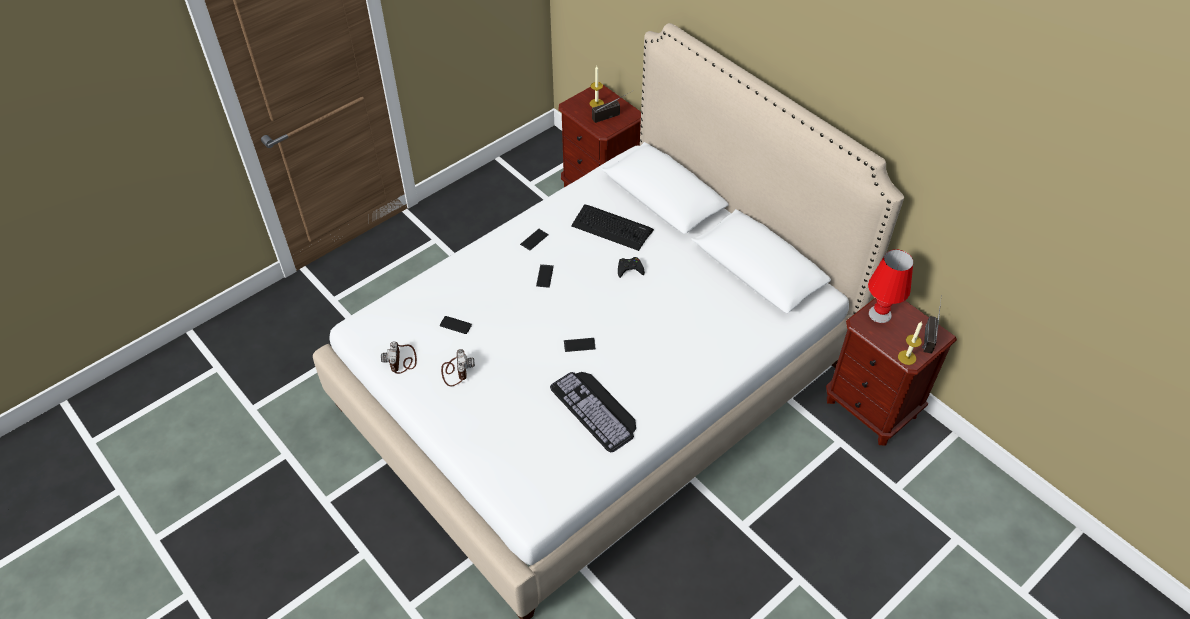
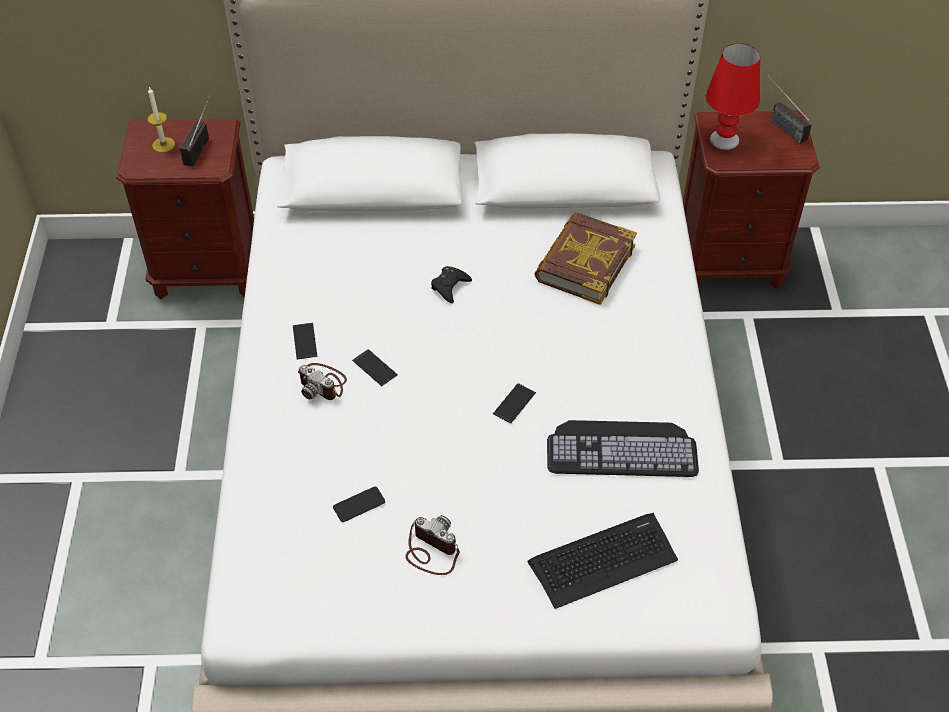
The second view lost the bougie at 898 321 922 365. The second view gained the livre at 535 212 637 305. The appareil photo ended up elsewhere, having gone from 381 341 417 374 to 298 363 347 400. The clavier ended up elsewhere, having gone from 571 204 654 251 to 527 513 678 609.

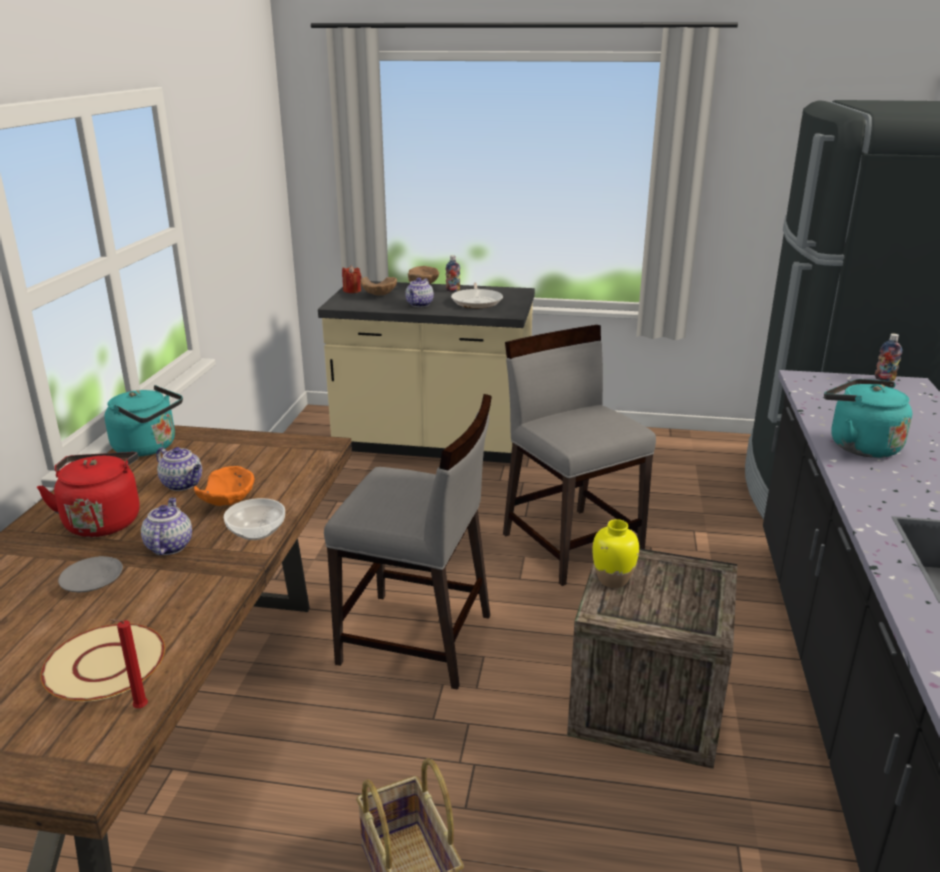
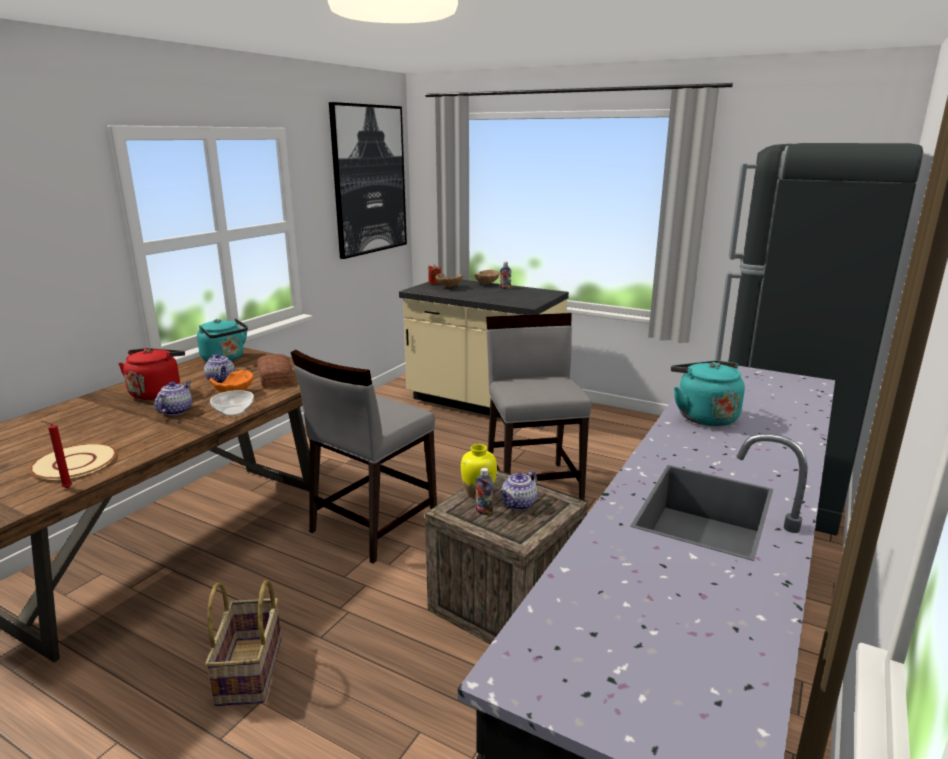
The second view lost the assiette (gris) at 58 556 123 592. The second view lost the poêle at 451 282 503 308. The second view gained the pain at 257 354 293 387. The second view gained the tableau at 329 102 407 259. The théière ended up elsewhere, having gone from 405 277 434 307 to 501 471 537 510. The bouteille ended up elsewhere, having gone from 875 333 902 381 to 476 468 493 515. The chaise (gris) at 324 394 492 690 ended up facing another way, 90 degrees clockwise from before.

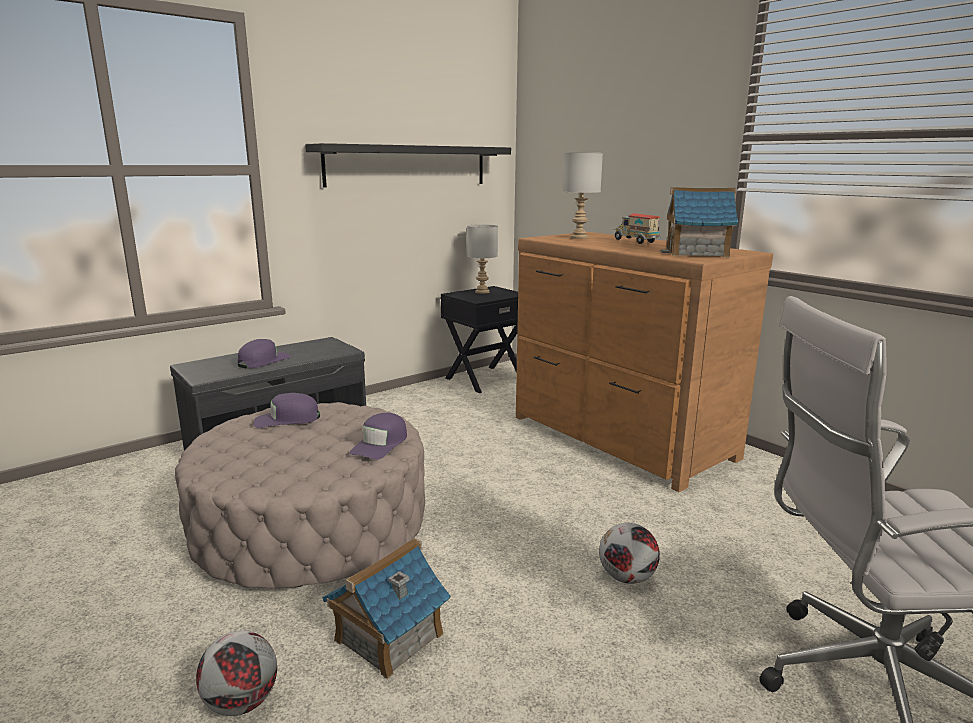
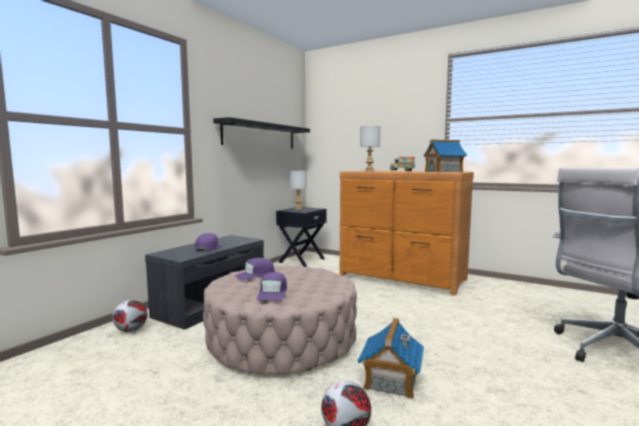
The casquette (violet) ended up elsewhere, having gone from 349 413 407 460 to 257 272 287 301. The ballon de foot ended up elsewhere, having gone from 599 523 660 584 to 113 300 147 332.

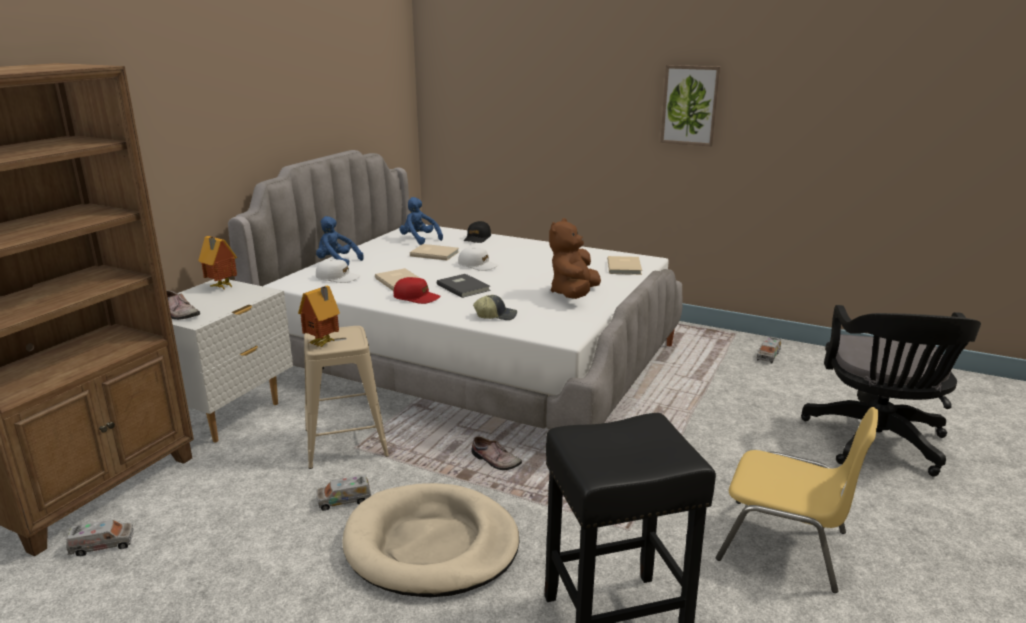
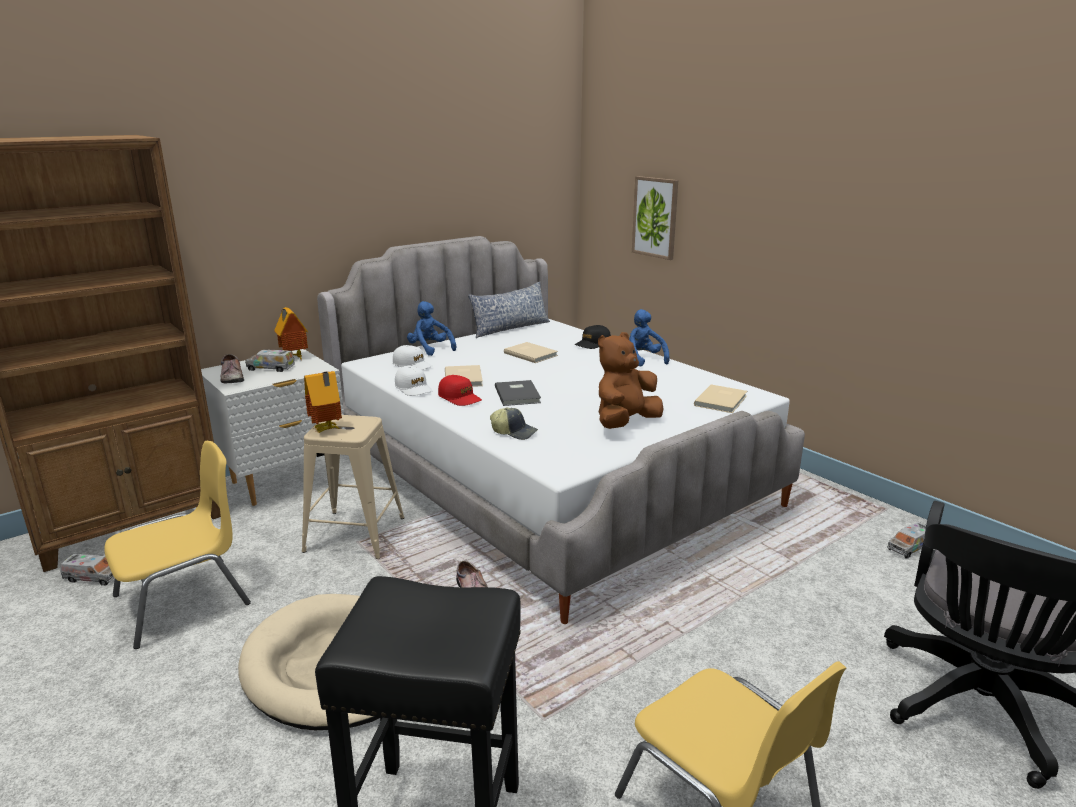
The second view gained the chaise (jaune) at 104 441 251 649. The second view gained the coussin at 468 282 550 338. The camion jouet ended up elsewhere, having gone from 317 475 371 511 to 245 350 295 372. The peluche (bleu) ended up elsewhere, having gone from 399 197 443 245 to 629 309 670 367. The casquette (blanc) ended up elsewhere, having gone from 458 247 499 271 to 395 366 432 396. The tableau ended up elsewhere, having gone from 660 65 721 147 to 632 176 678 260.

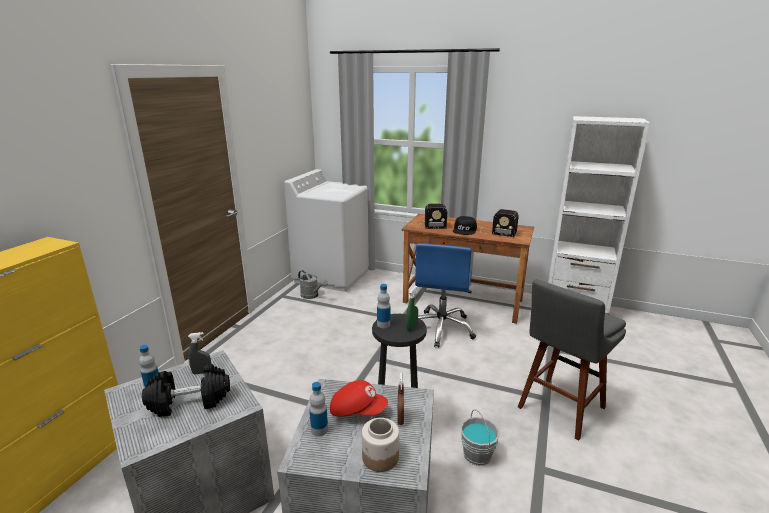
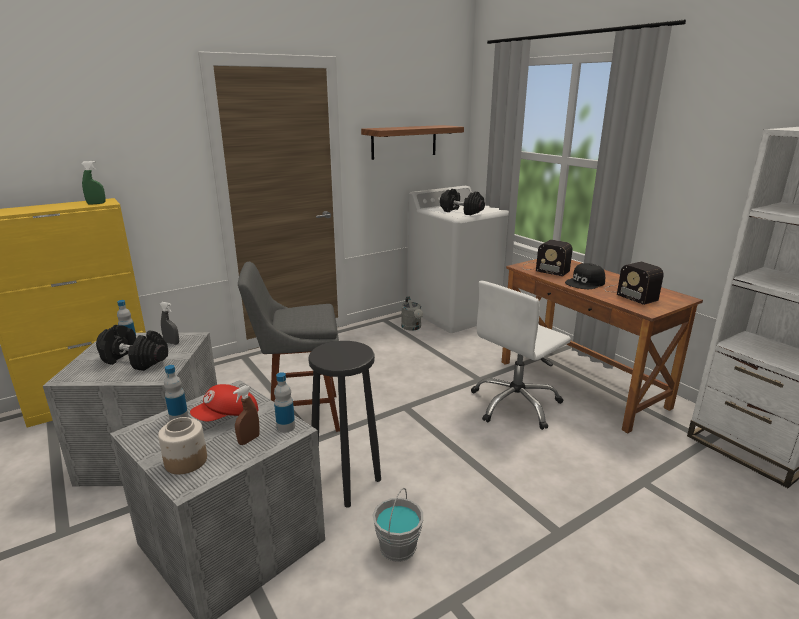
The second view gained the étagère at 361 125 464 160. The second view gained the haltère (noir) at 440 189 485 215. The bouteille ended up elsewhere, having gone from 377 284 390 328 to 274 372 295 433. The vaporisateur (vert) ended up elsewhere, having gone from 406 286 418 331 to 81 161 106 205. The tabouret (gris) ended up elsewhere, having gone from 518 280 626 441 to 238 262 340 432. What was the chaise de bureau (bleu) at 415 243 476 348 turned into the chaise de bureau (blanc) at 471 281 571 430. The casquette (rouge) at 330 380 388 416 ended up facing another way, 90 degrees clockwise from before.

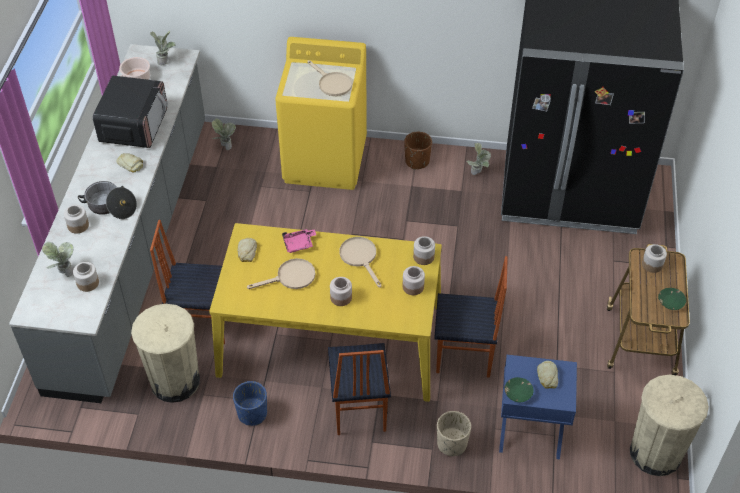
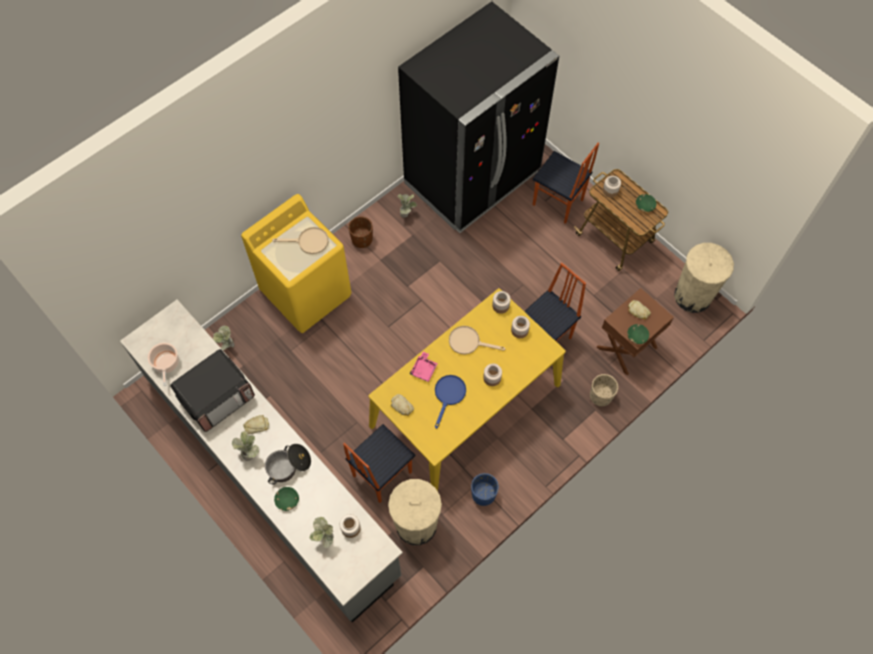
The plante en pot ended up elsewhere, having gone from 150 31 176 65 to 232 431 259 461. The chaise ended up elsewhere, having gone from 328 343 391 435 to 533 143 599 224. Where the bocal stood at 64 205 89 234, the bol (vert) came to stand at 274 487 299 511. What was the poêle (beige) at 247 258 315 289 turned into the poêle (bleu) at 435 375 466 429. What was the table de chevet (bleu) at 499 355 577 460 turned into the table de chevet (marron) at 597 288 674 375. The micro-ondes at 93 76 168 148 ended up facing another way, 90 degrees clockwise from before.

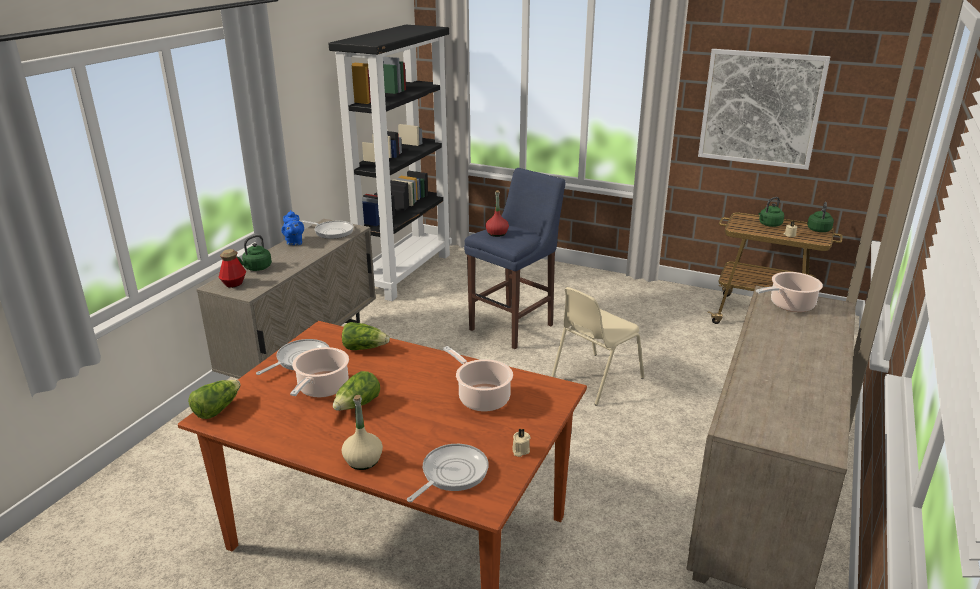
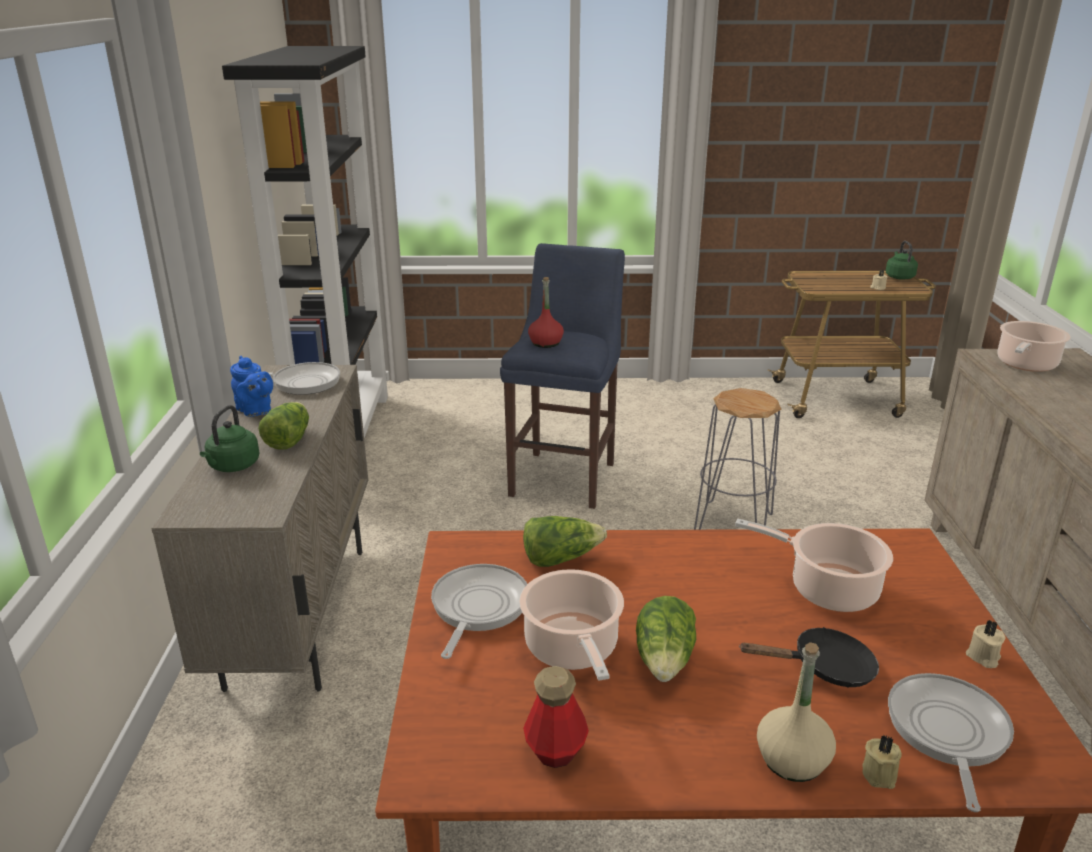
The second view lost the tableau at 698 49 830 170. The second view lost the bouilloire (vert) at 759 197 784 227. The second view gained the poêle (noir) at 739 627 879 688. The second view gained the bougie (beige) at 862 734 902 789. The laitue ended up elsewhere, having gone from 188 380 241 419 to 258 402 309 449. The bouteille ended up elsewhere, having gone from 218 249 246 288 to 523 666 589 768. Where the chaise (beige) stood at 551 287 644 406, the tabouret (gris) came to stand at 694 388 781 530.

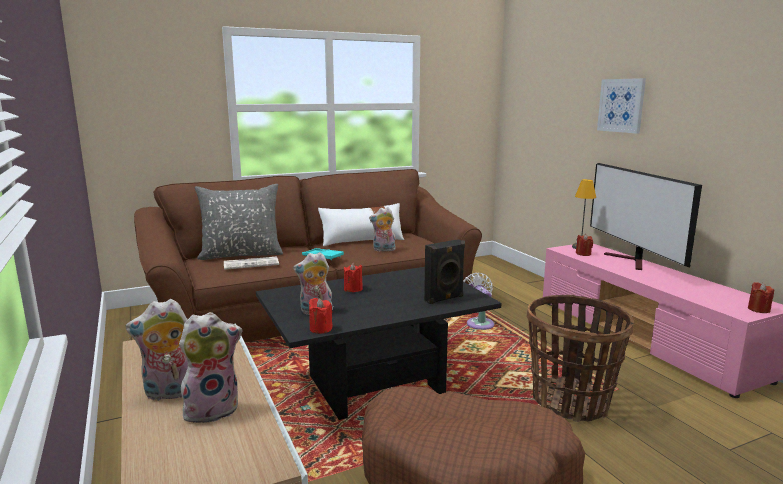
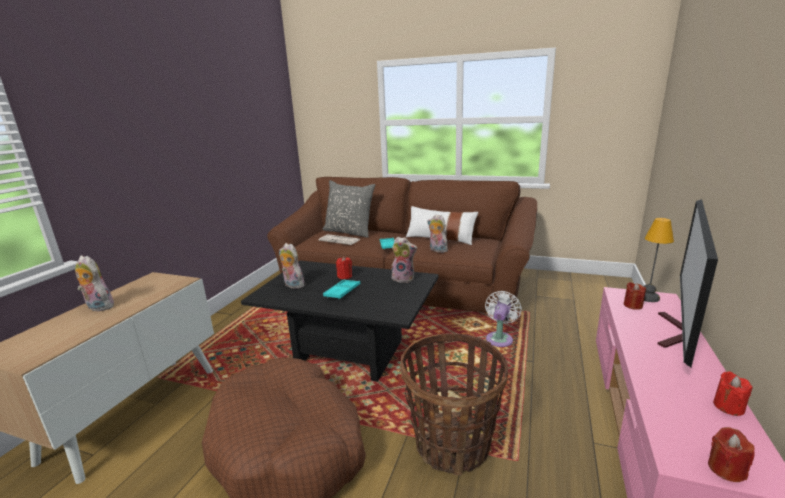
The second view lost the enceinte (noir) at 424 239 465 304. The second view lost the tableau at 597 78 646 134. The second view gained the plateau (turquoise) at 323 279 360 299. The peluche ended up elsewhere, having gone from 179 312 242 423 to 392 237 417 283. The bougie (rouge) ended up elsewhere, having gone from 309 298 333 334 to 713 371 752 416.

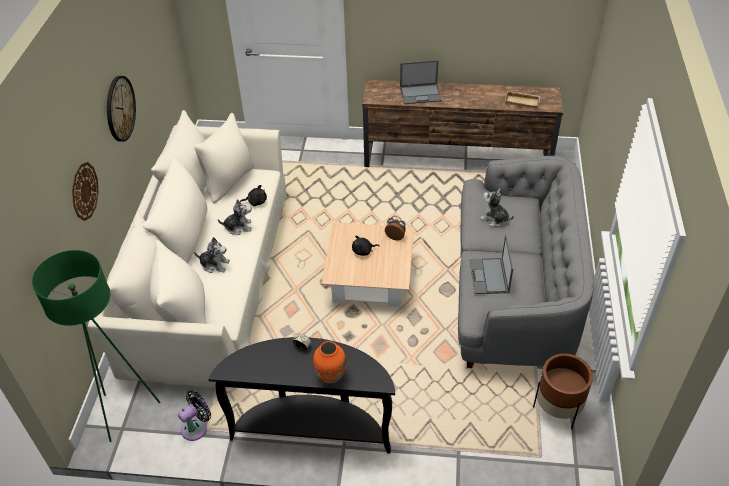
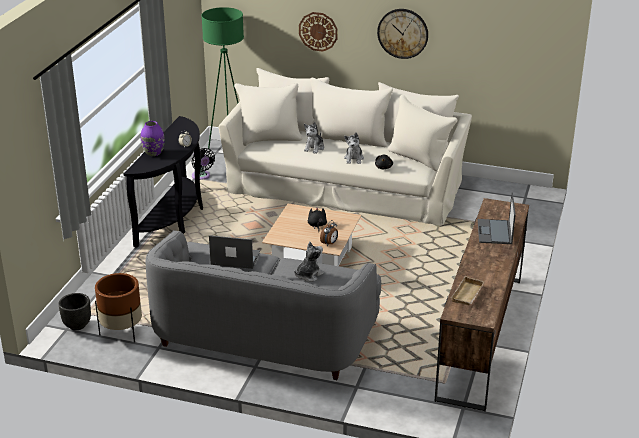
The second view gained the cache-pot (noir) at 59 293 91 330. What was the vase (orange) at 313 341 347 383 turned into the vase (violet) at 141 121 165 156.

